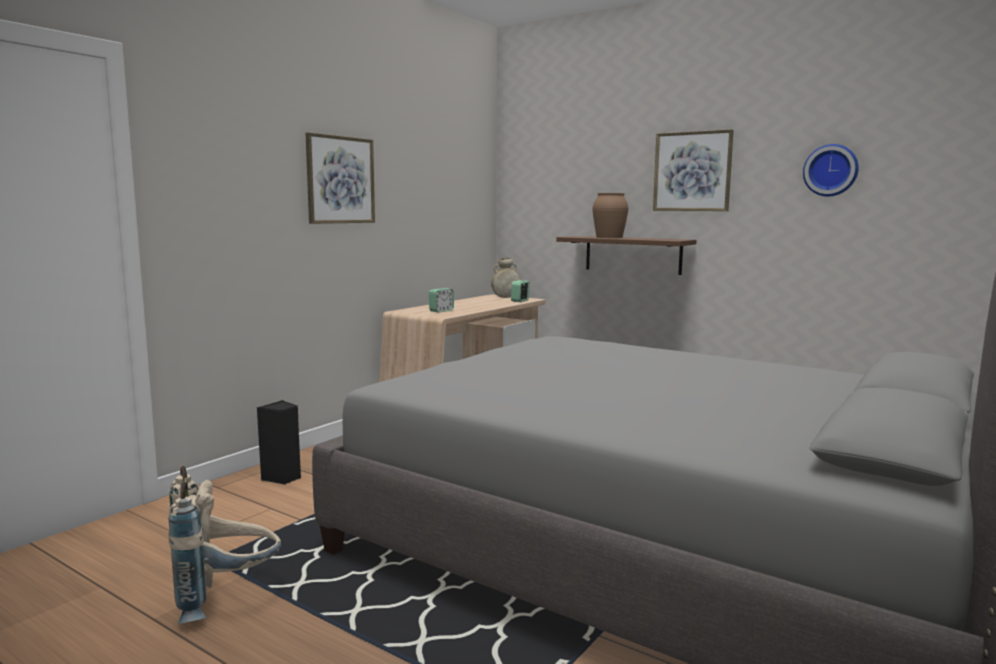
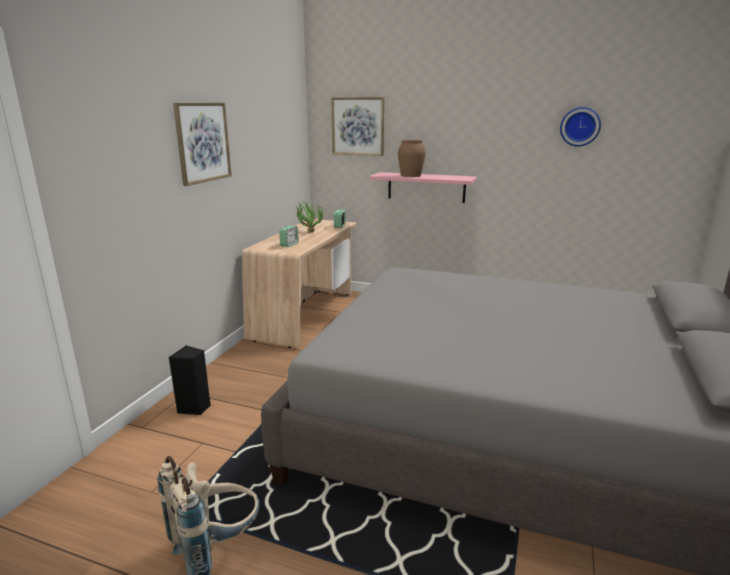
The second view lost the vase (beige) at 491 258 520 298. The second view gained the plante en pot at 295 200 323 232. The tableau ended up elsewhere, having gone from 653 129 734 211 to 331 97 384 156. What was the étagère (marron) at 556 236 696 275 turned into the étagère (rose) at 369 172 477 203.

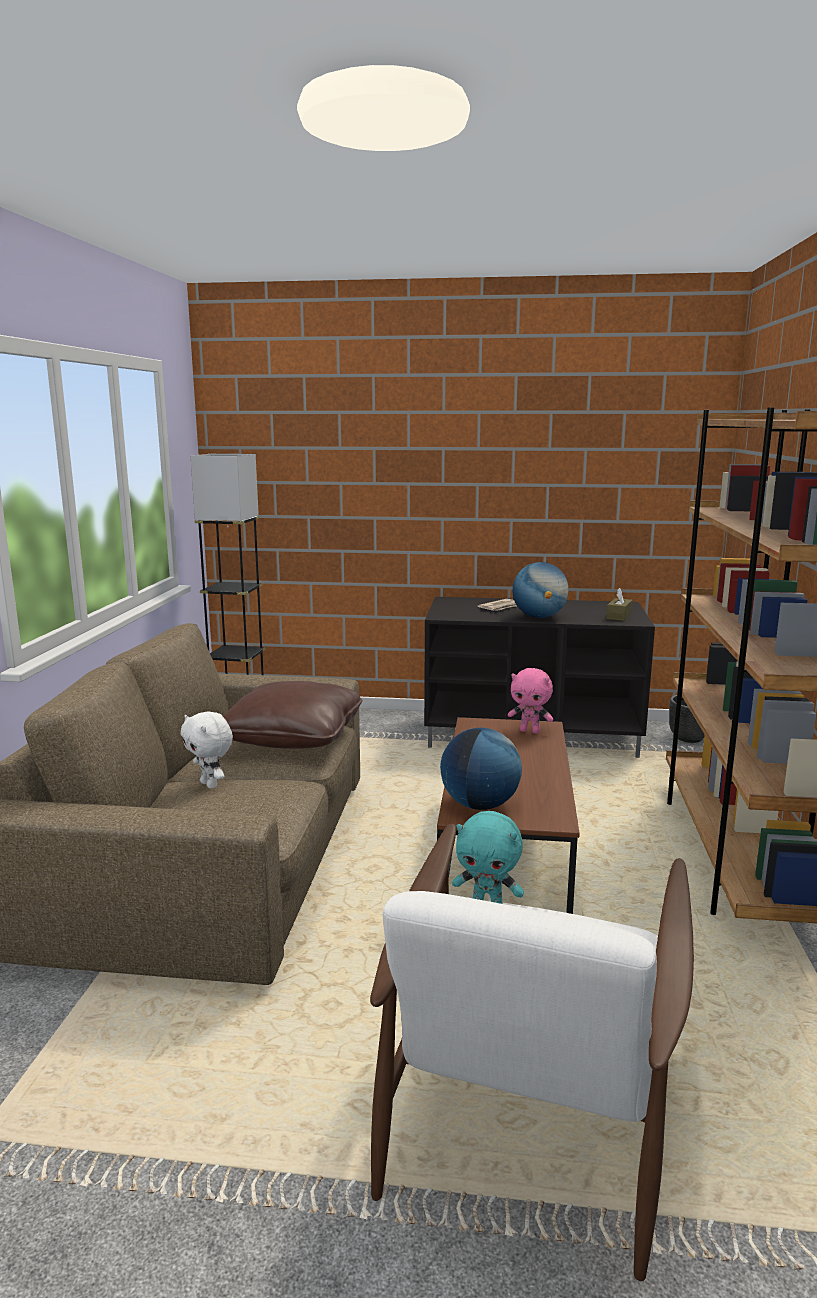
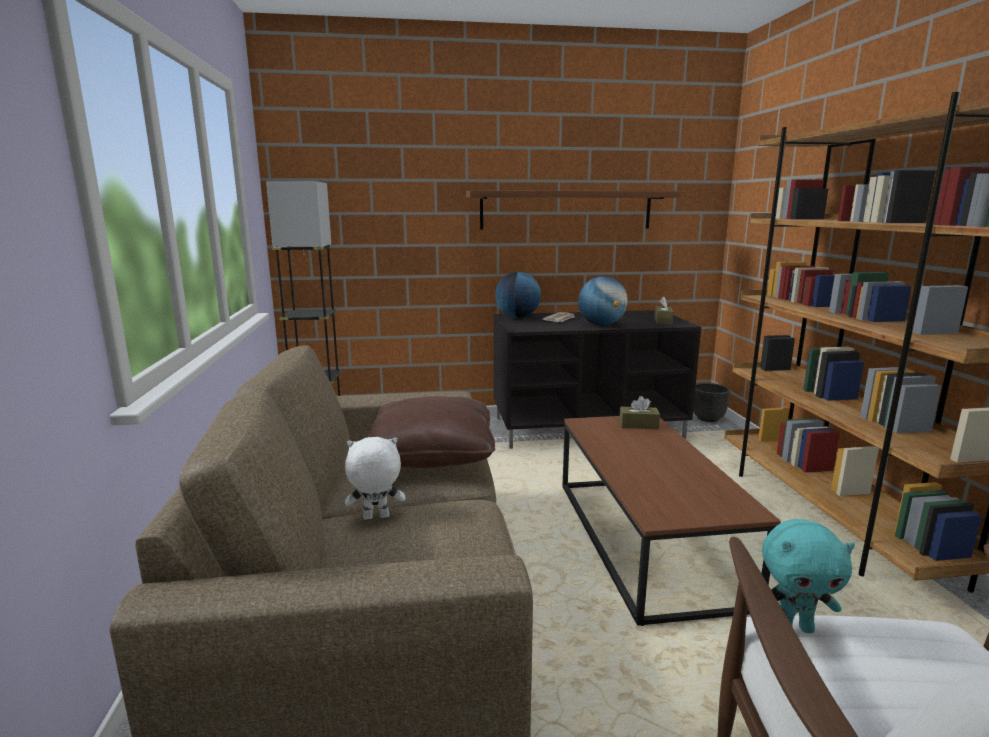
The second view gained the étagère (marron) at 466 190 681 229. The globe ended up elsewhere, having gone from 440 728 522 810 to 495 272 541 318. Where the peluche (rose) stood at 508 668 553 733, the boîte à mouchoirs (marron) came to stand at 619 396 660 429. The peluche (blanc) at 180 711 233 788 ended up facing another way, 135 degrees clockwise from before.

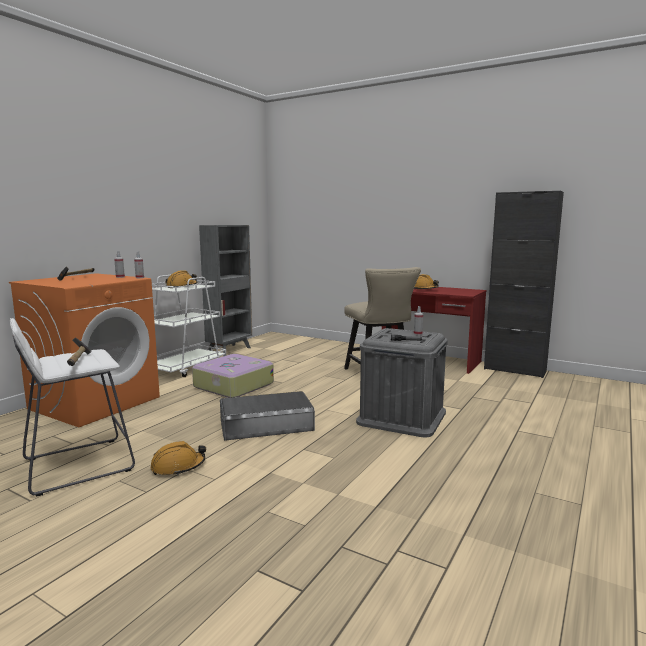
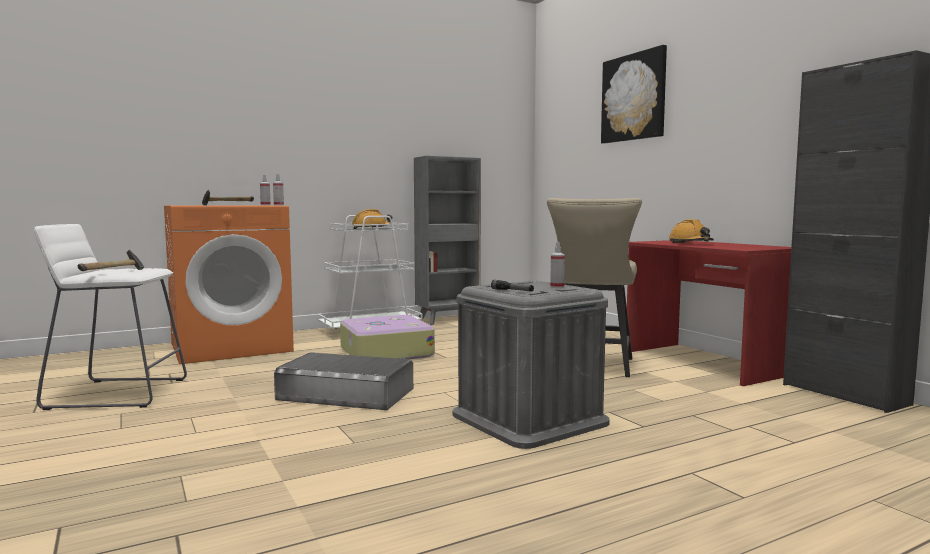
The second view lost the casque de chantier (orange) at 150 441 206 476. The second view gained the tableau at 601 45 667 144.

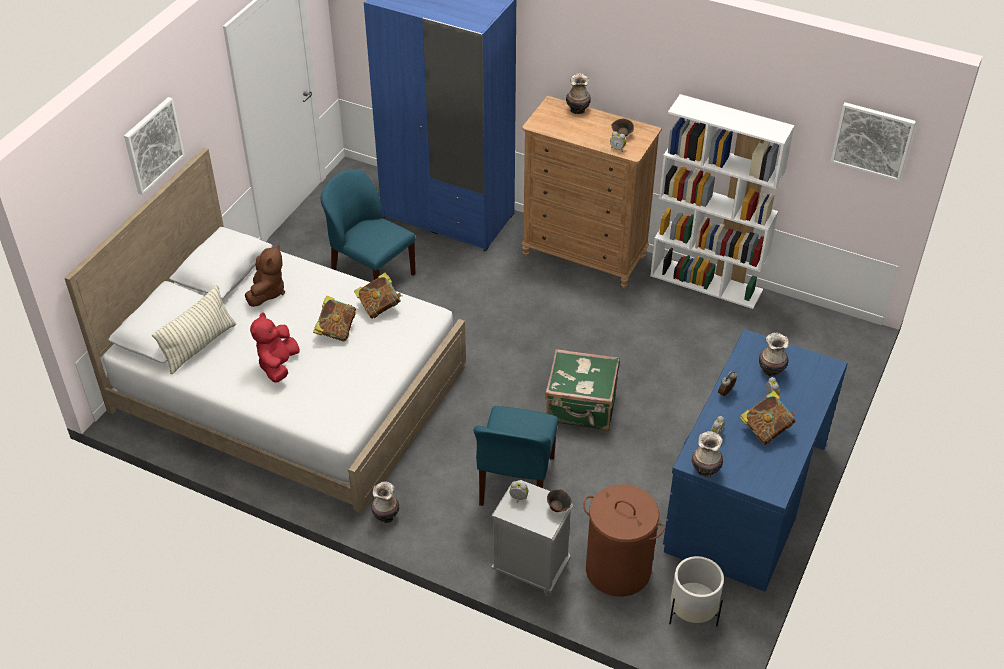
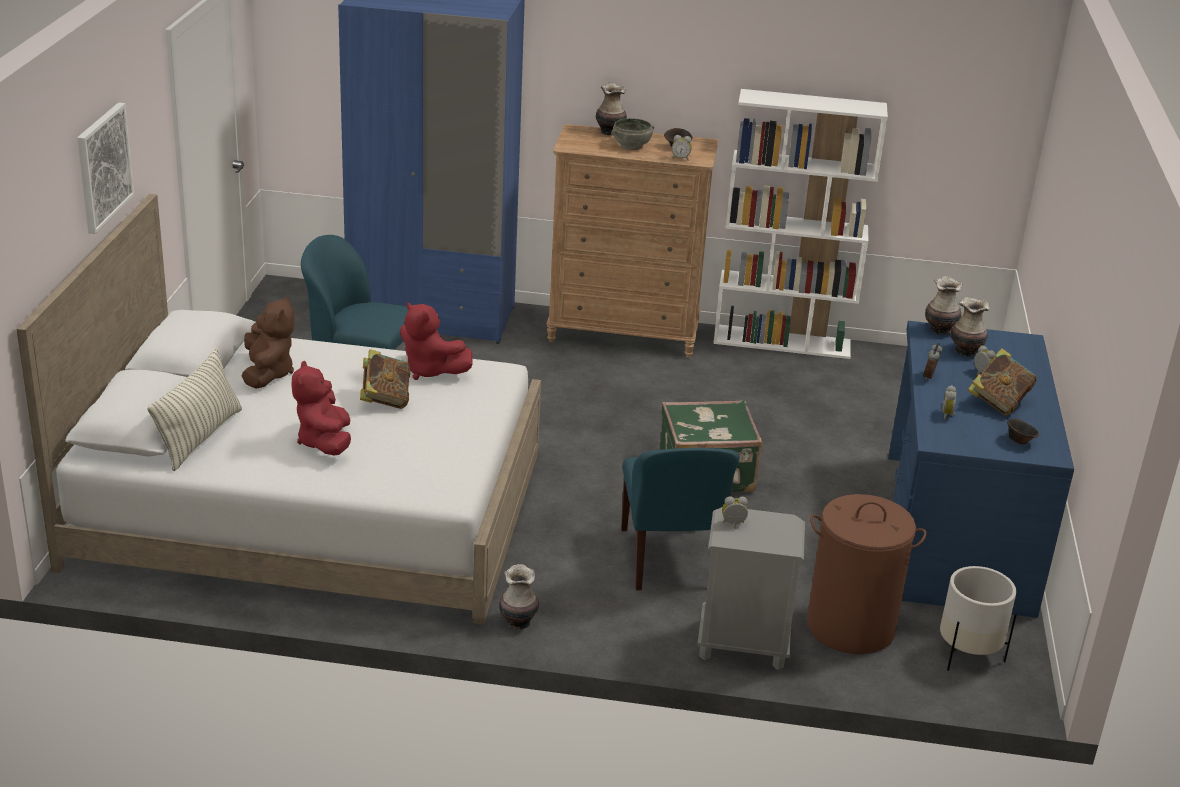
The second view lost the tableau at 831 102 916 181. The second view gained the bol (gris) at 611 118 654 150. The bol (marron) ended up elsewhere, having gone from 547 489 571 512 to 1007 418 1039 445. The vase ended up elsewhere, having gone from 692 431 723 478 to 925 276 962 335. Where the livre stood at 354 273 402 319, the peluche (rouge) came to stand at 400 302 473 380.

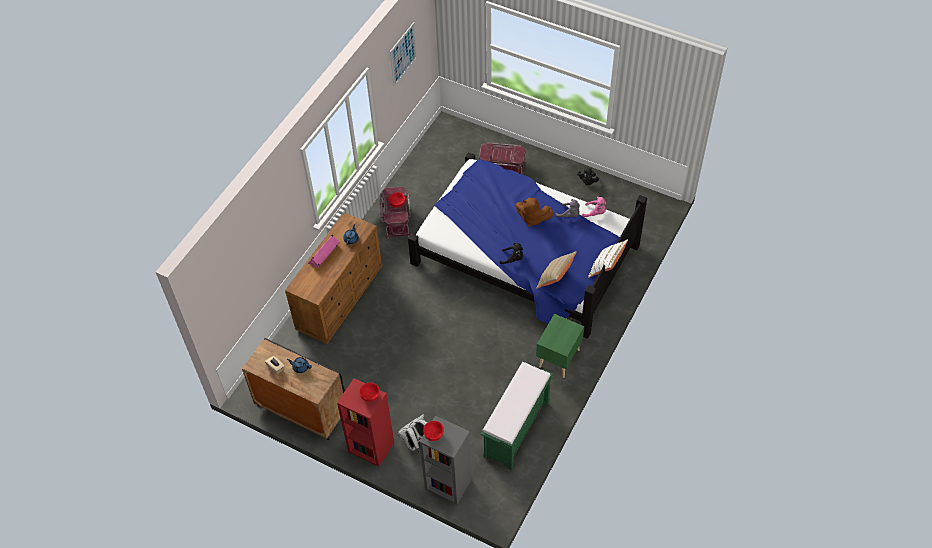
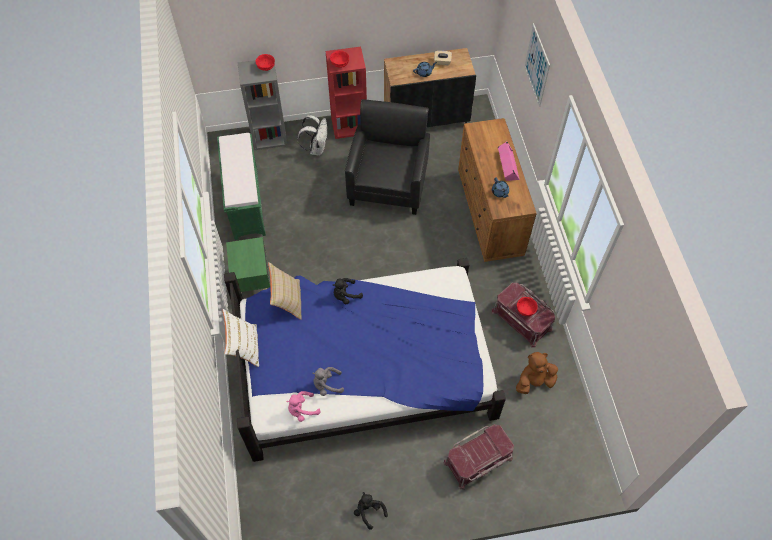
The second view gained the fauteuil (noir) at 345 99 430 215. The tableau ended up elsewhere, having gone from 390 22 417 86 to 524 23 550 107. The peluche (marron) ended up elsewhere, having gone from 516 198 554 227 to 516 352 558 394.

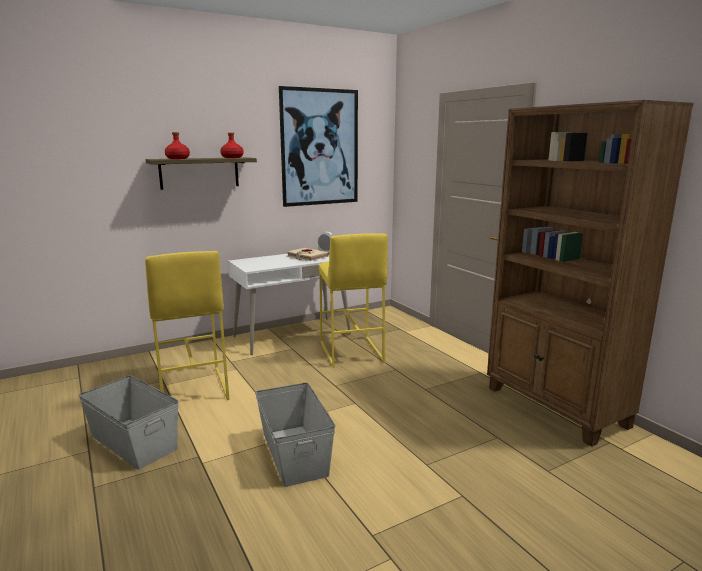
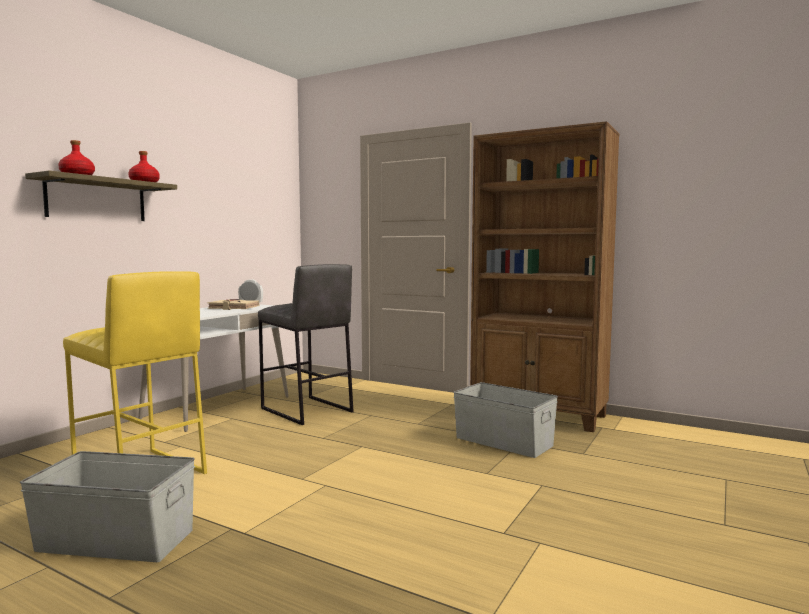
The second view lost the tableau at 279 86 358 207. The boîte de rangement (gris) ended up elsewhere, having gone from 255 383 336 487 to 453 382 558 458. What was the tabouret (jaune) at 318 234 388 368 turned into the tabouret (gris) at 258 264 354 425.

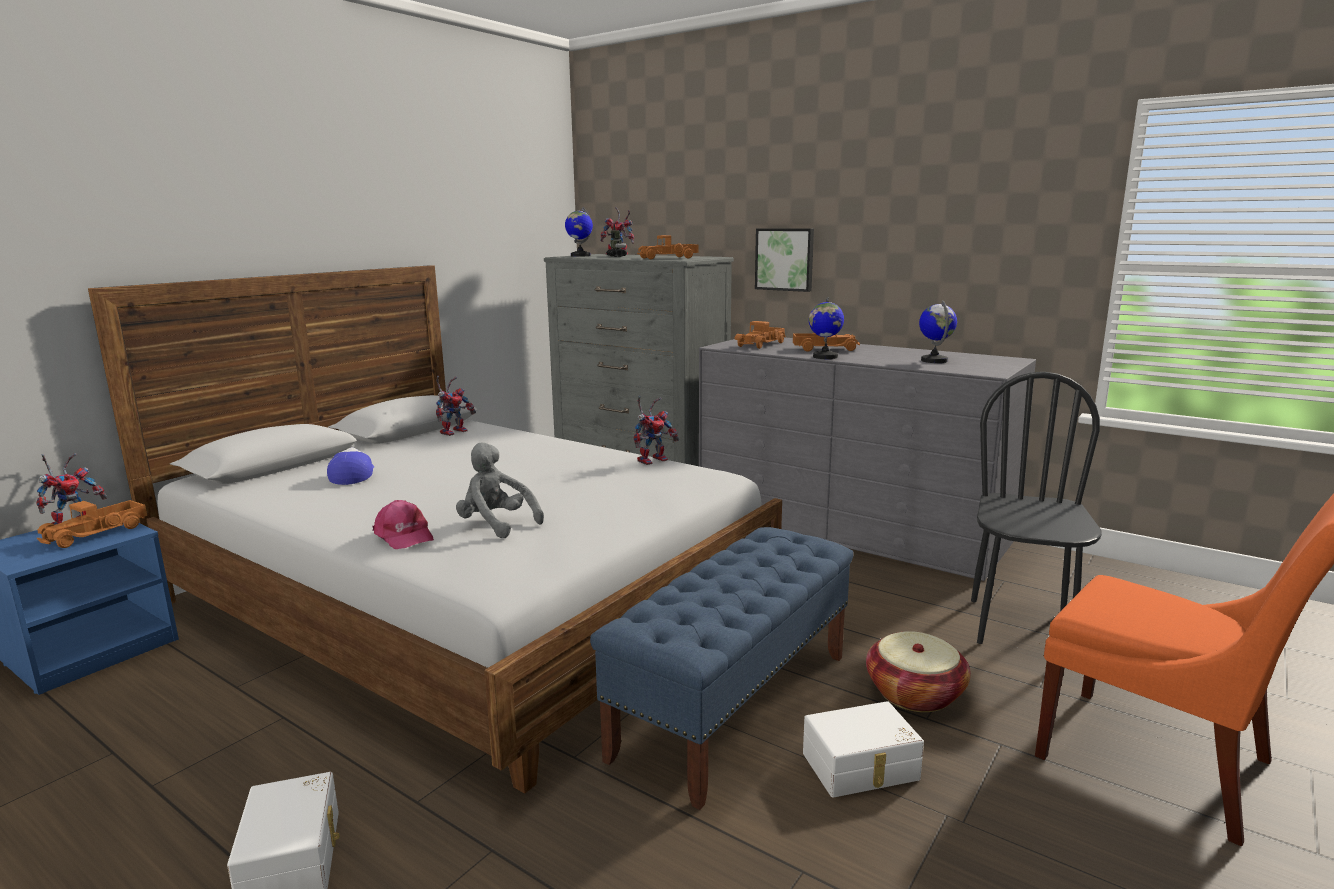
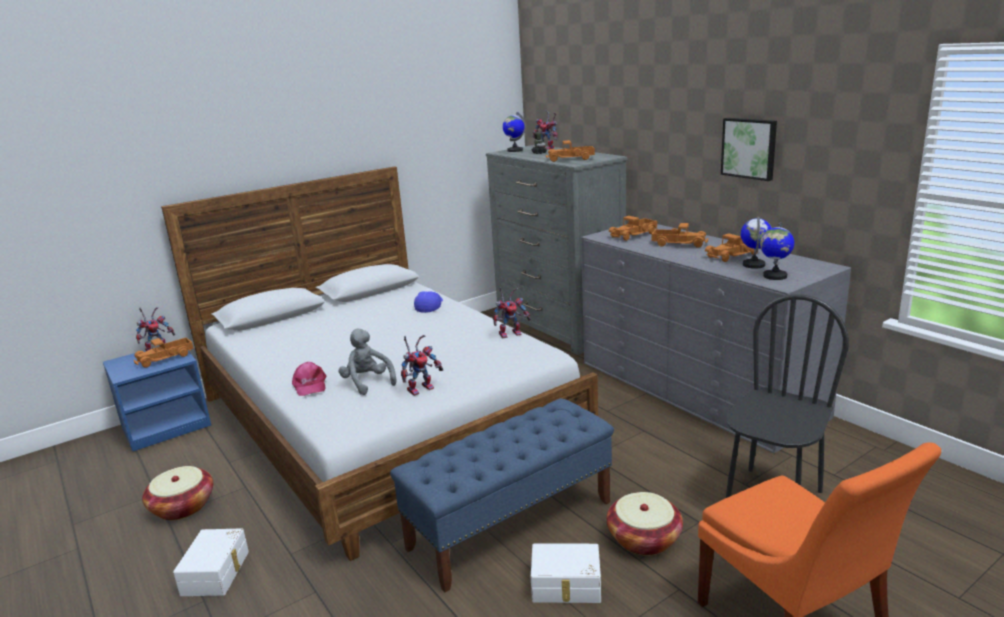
The second view gained the panier at 142 466 213 520. The second view gained the camion jouet at 705 234 761 262. The casquette ended up elsewhere, having gone from 327 447 374 485 to 414 288 443 313. The robot jouet ended up elsewhere, having gone from 436 376 476 436 to 401 335 443 396. The tableau ended up elsewhere, having gone from 755 228 814 292 to 721 118 777 181. The globe ended up elsewhere, having gone from 809 297 844 359 to 760 222 794 280.

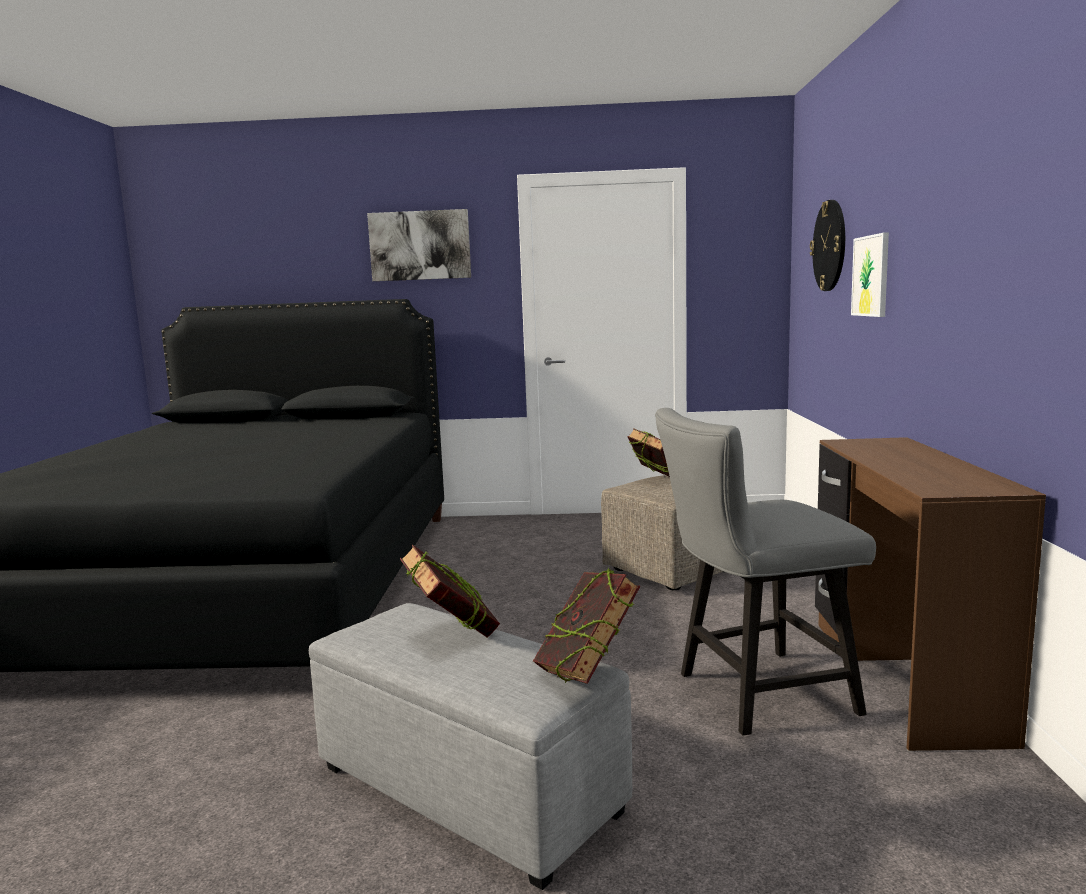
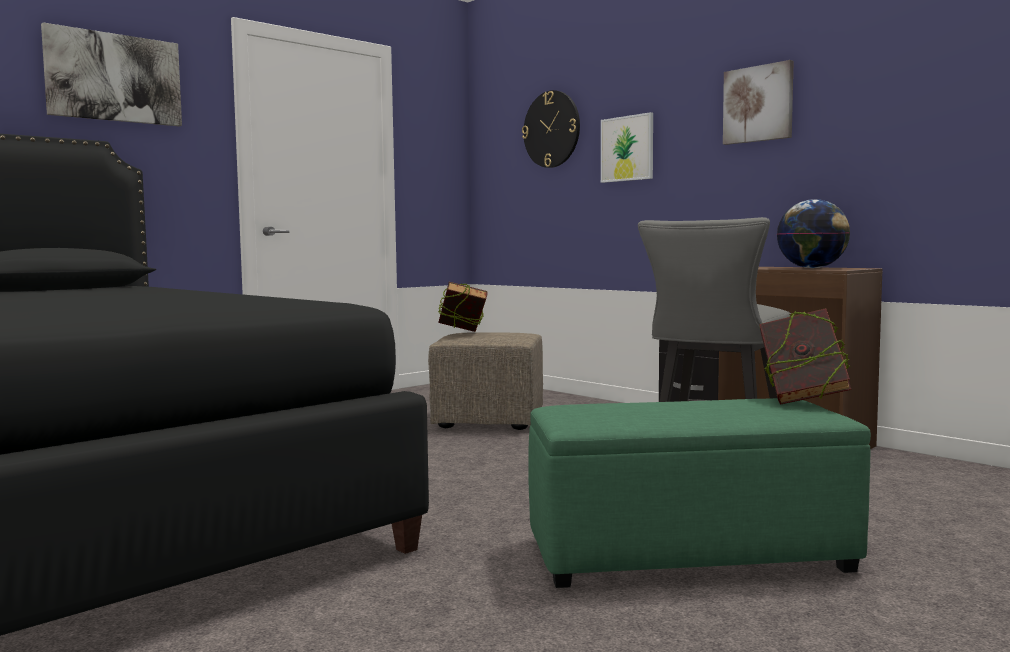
The second view lost the livre at 400 545 500 637. The second view gained the tableau at 723 60 794 145. The second view gained the globe at 777 199 850 268. What was the pouf (gris) at 309 603 632 890 turned into the pouf (vert) at 528 398 871 588.

